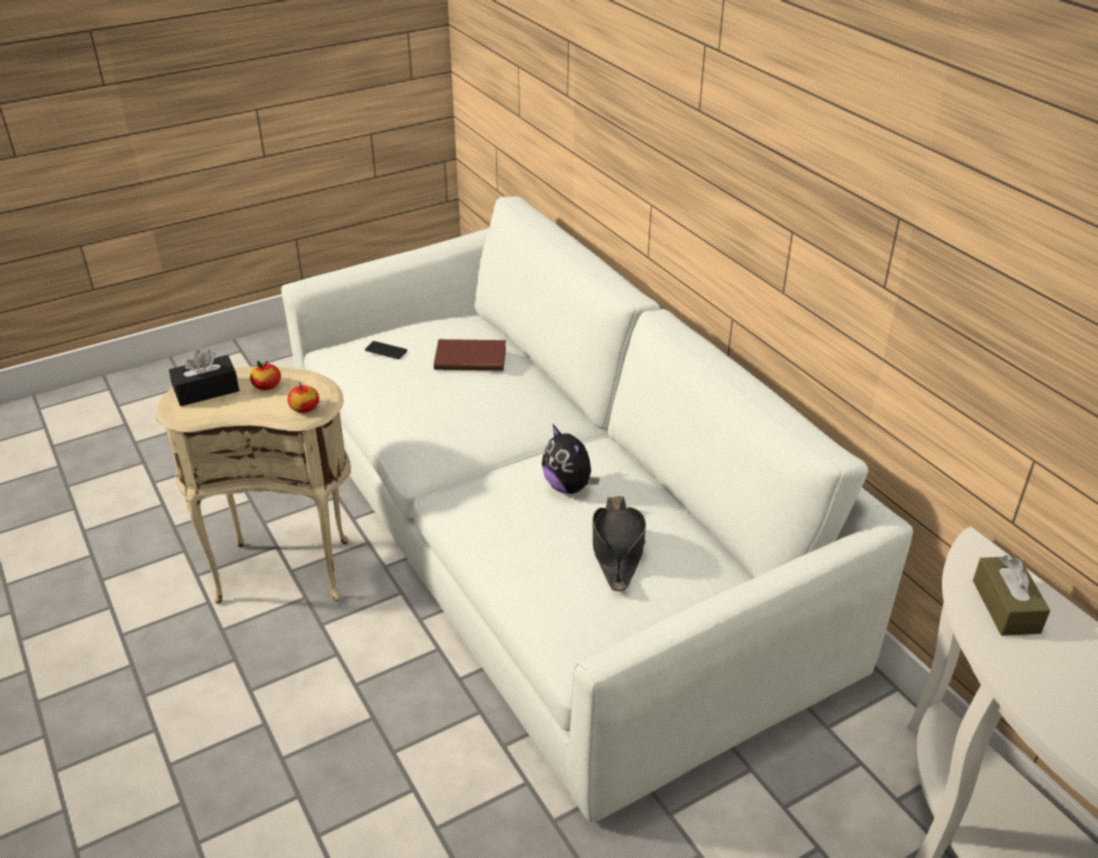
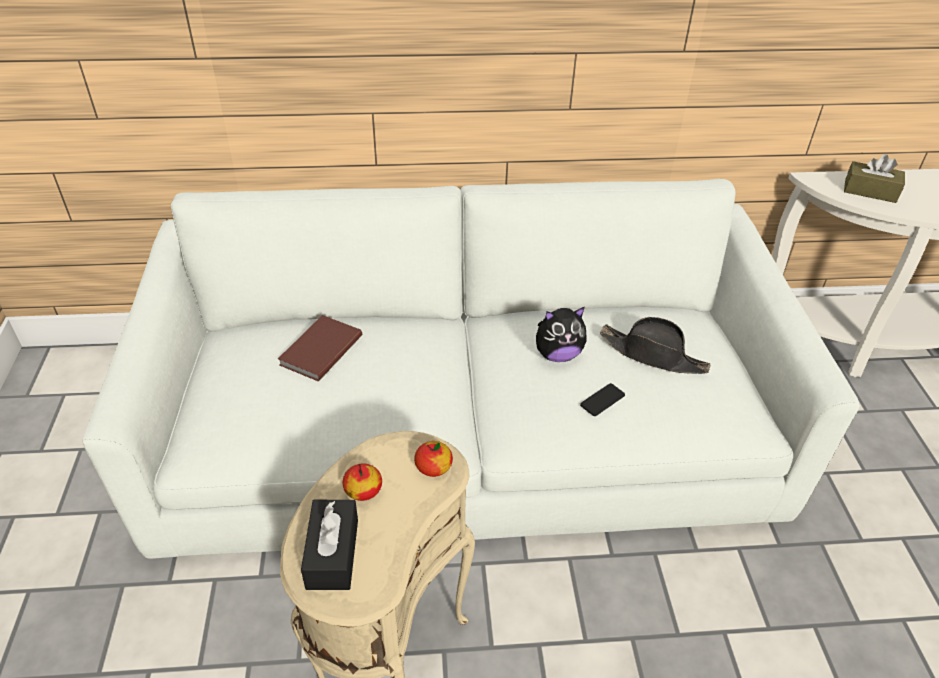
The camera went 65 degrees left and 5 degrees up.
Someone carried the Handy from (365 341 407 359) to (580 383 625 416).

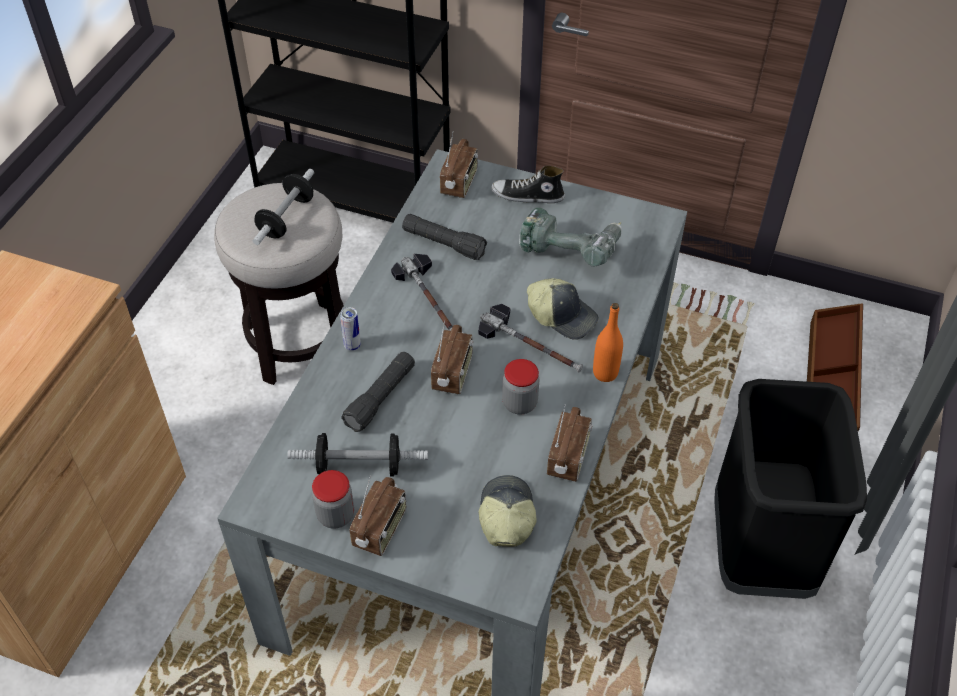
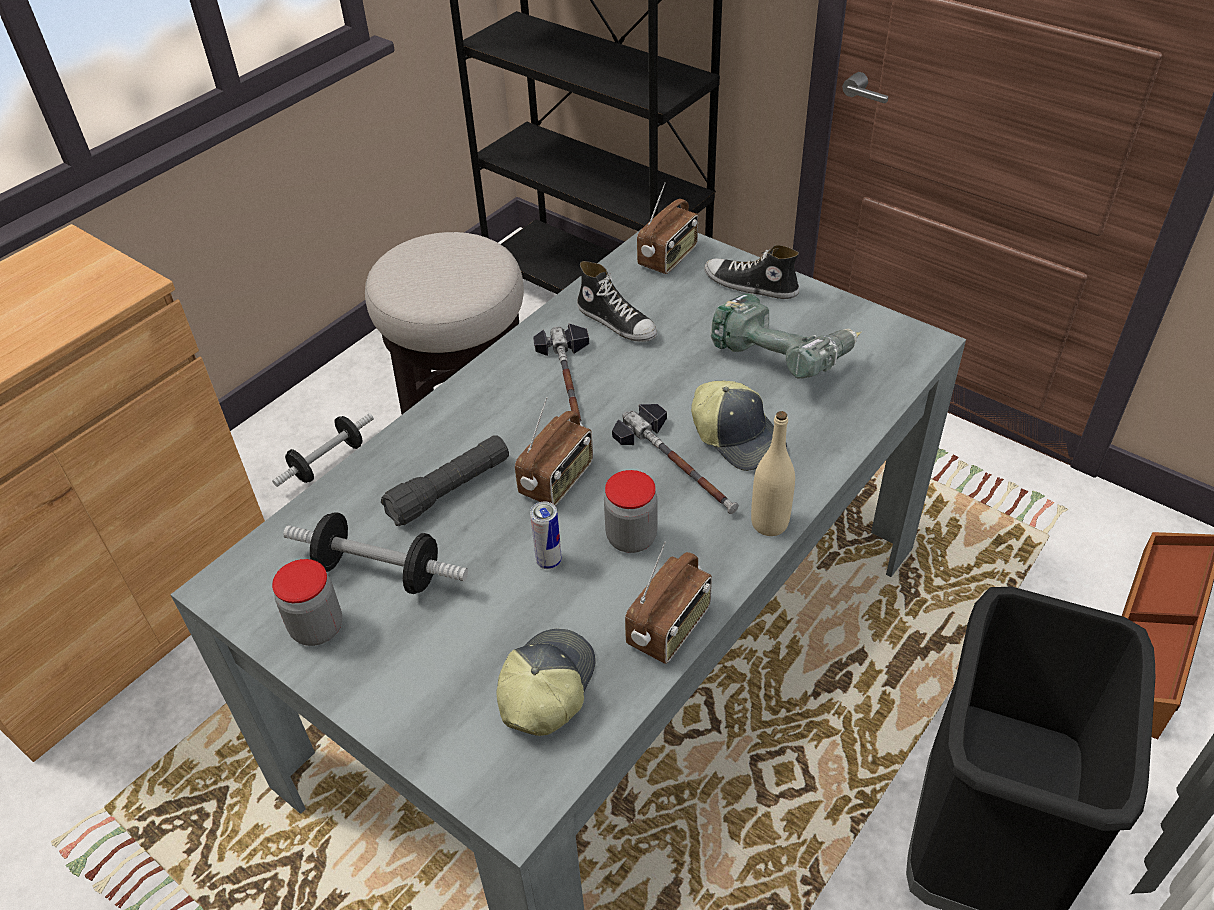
The camera went 20 degrees right and 5 degrees down.
Someone carried the Hantel from (253 169 314 245) to (272 413 374 487).
Someone swapped the Taschenlampe (schwarz) at (402 214 487 260) for the Schuh at (577 261 657 342).
Someone repainted the Flasche (orange) at (593 303 623 382), which became the Flasche (beige) at (751 411 795 536).
Someone carried the Dose from (340 307 361 351) to (530 501 562 569).
Someone took away the Radio at (350 476 406 556).

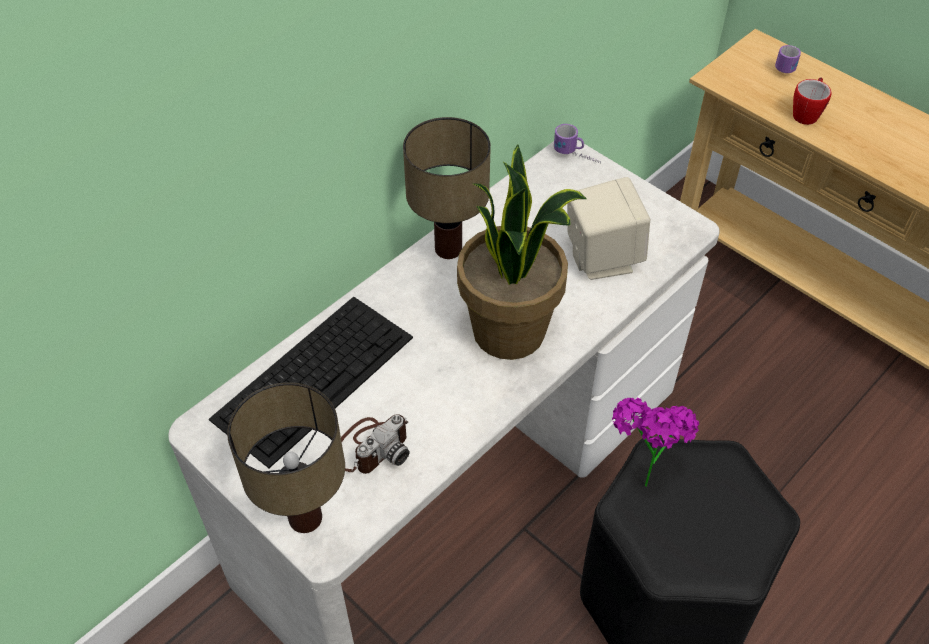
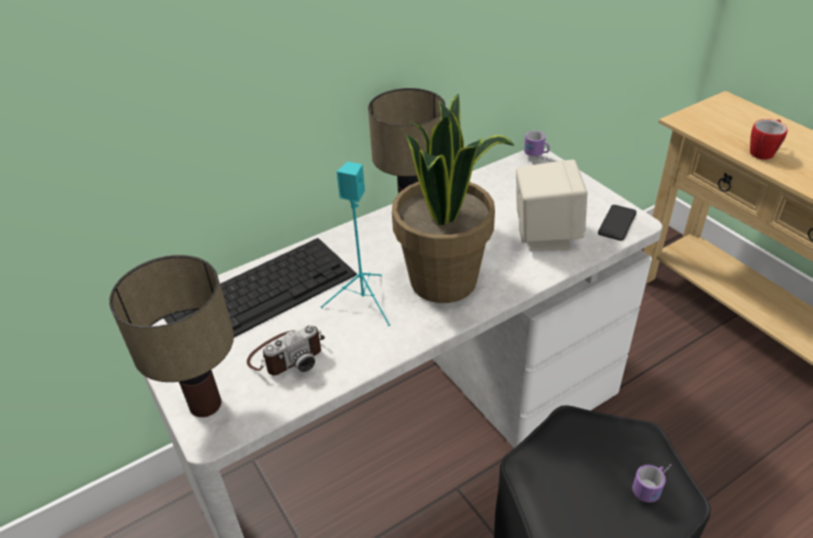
The camera went 15 degrees right and 10 degrees down.
Someone carried the Henkelbecher from (775 45 801 73) to (632 464 671 503).
Someone took away the Topfpflanze at (612 398 699 487).
Someone put down the Lautsprecher (türkis) at (321 162 390 326).
Someone put down the Handy at (598 205 637 241).

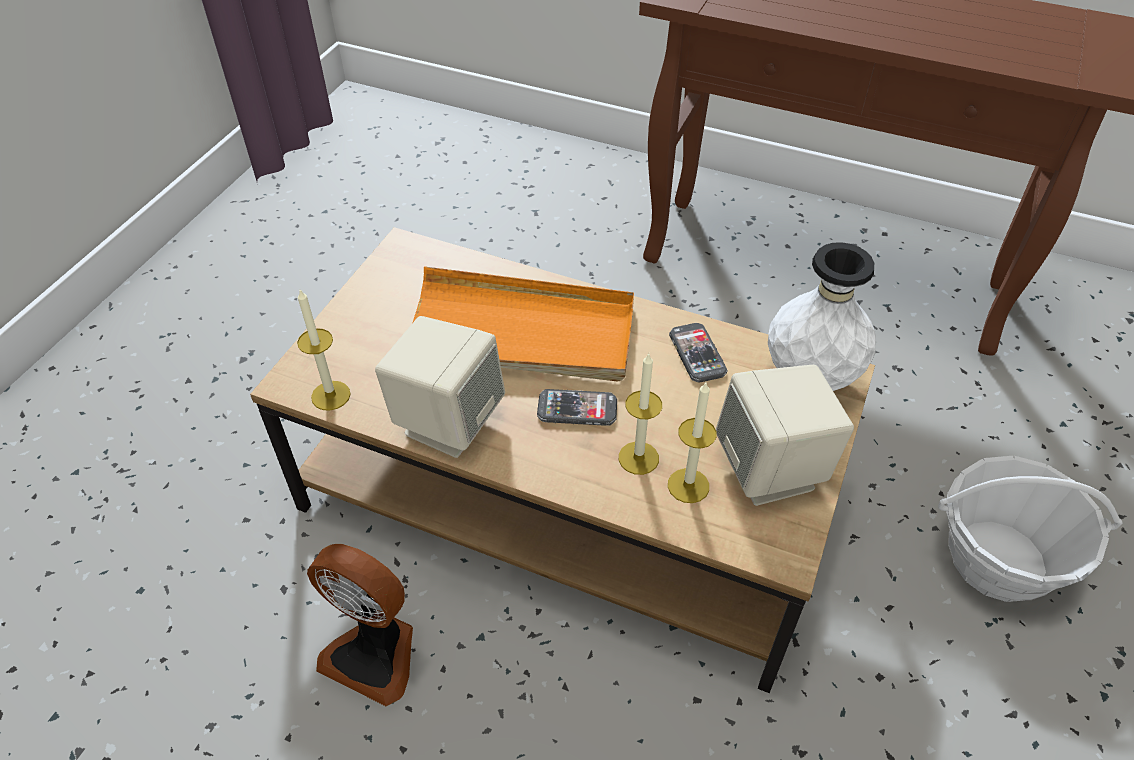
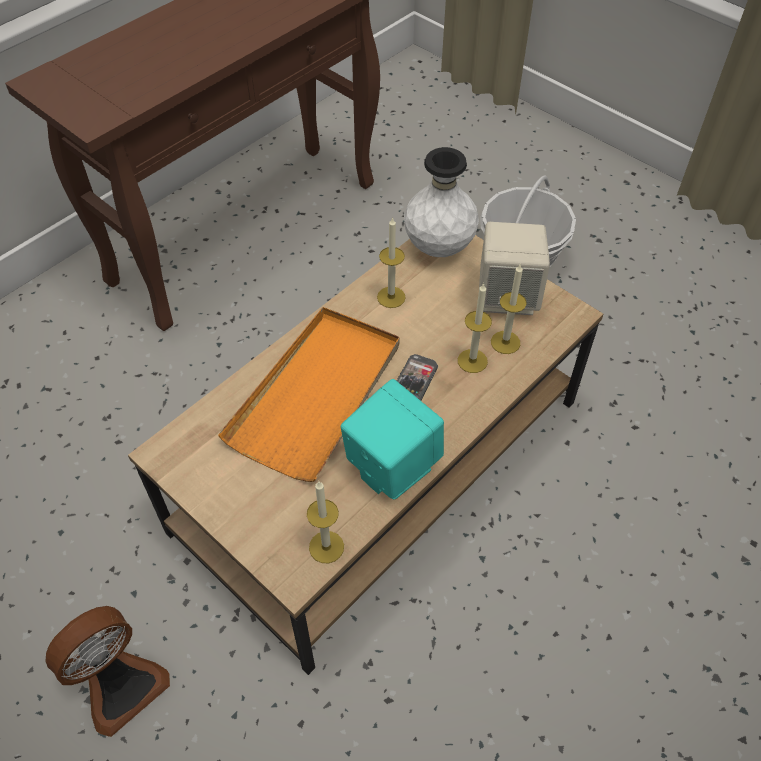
The camera went 70 degrees left and 5 degrees up.
Someone repainted the Lautsprecher (beige) at (375 316 505 458), which became the Lautsprecher (türkis) at (341 379 444 499).
Someone swapped the Handy at (669 323 728 382) for the Kerze at (377 217 406 308).
Someone carried the Ventilator from (307 544 413 706) to (45 606 170 737).

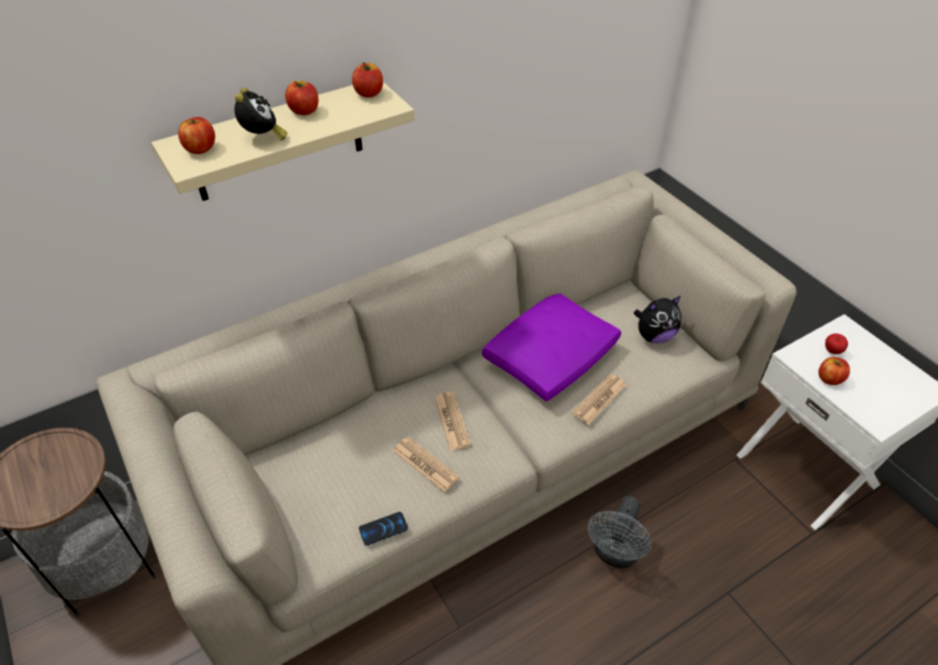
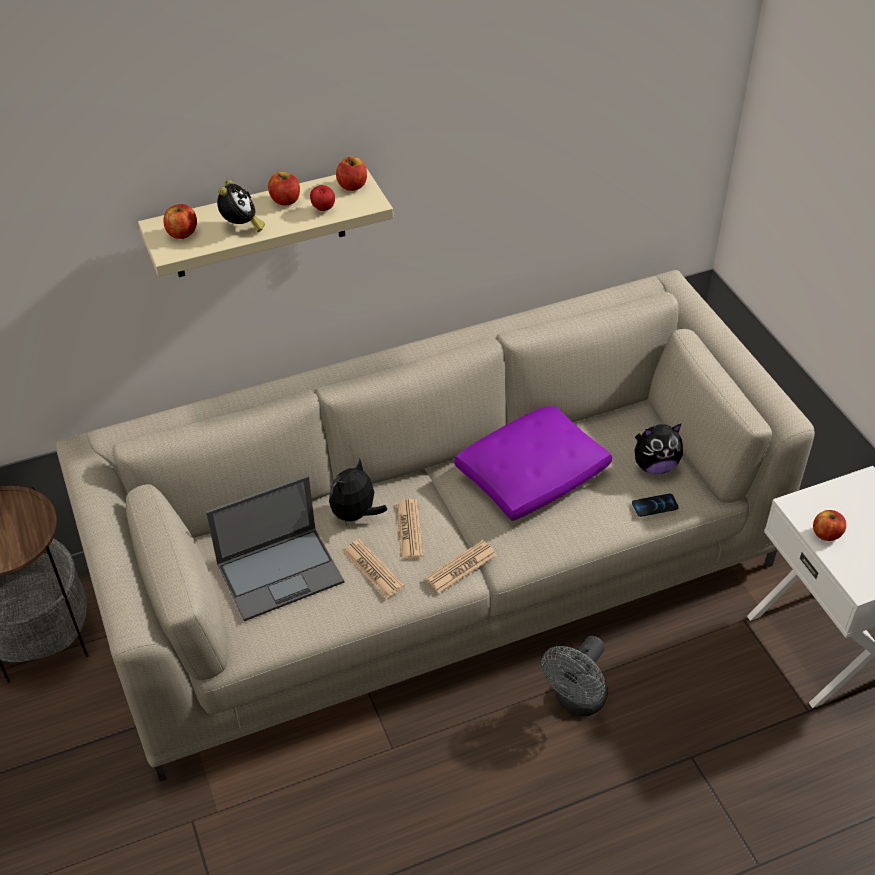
The camera went 10 degrees right and 0 degrees up.
Someone carried the Apfel from (825 333 848 354) to (310 185 335 211).
Someone carried the Zeitung from (572 374 626 425) to (425 540 497 593).
Someone carried the Handy from (359 512 408 545) to (632 494 679 517).
Someone put down the Plüschtier at (329 459 387 525).
Someone put down the Laptop at (206 475 344 621).

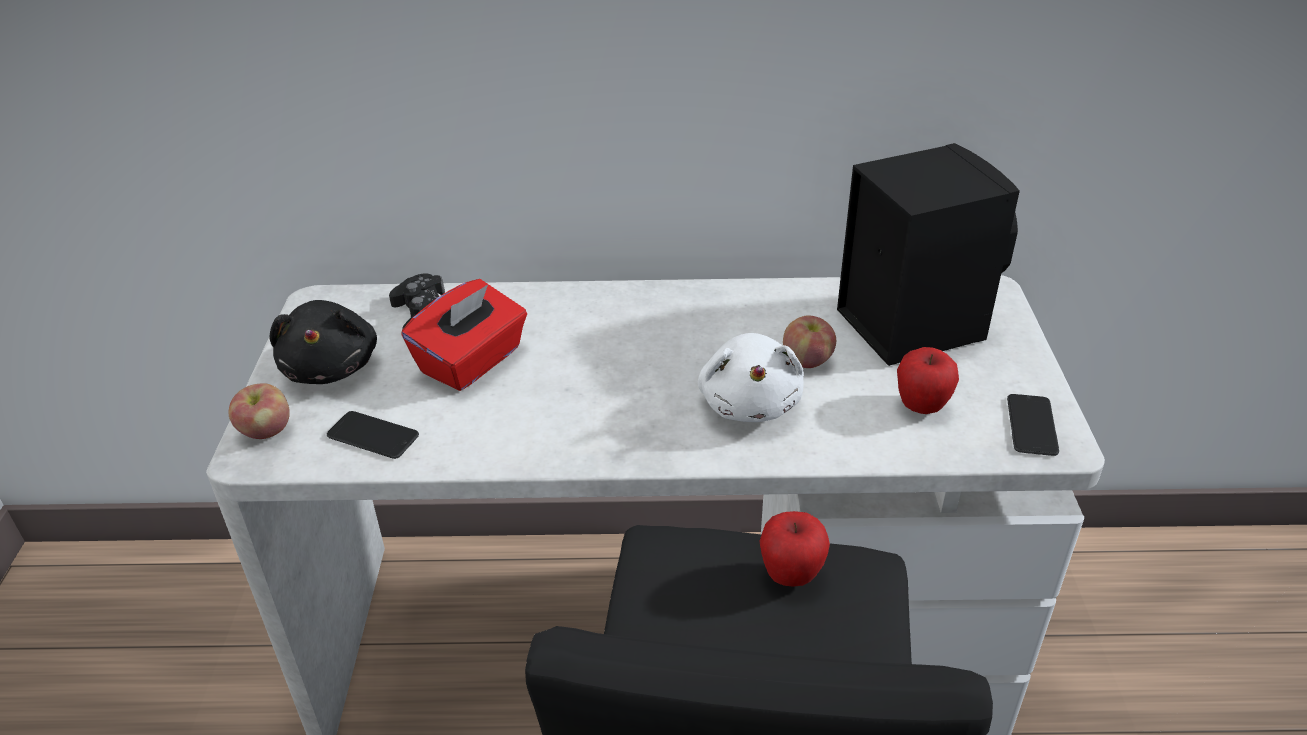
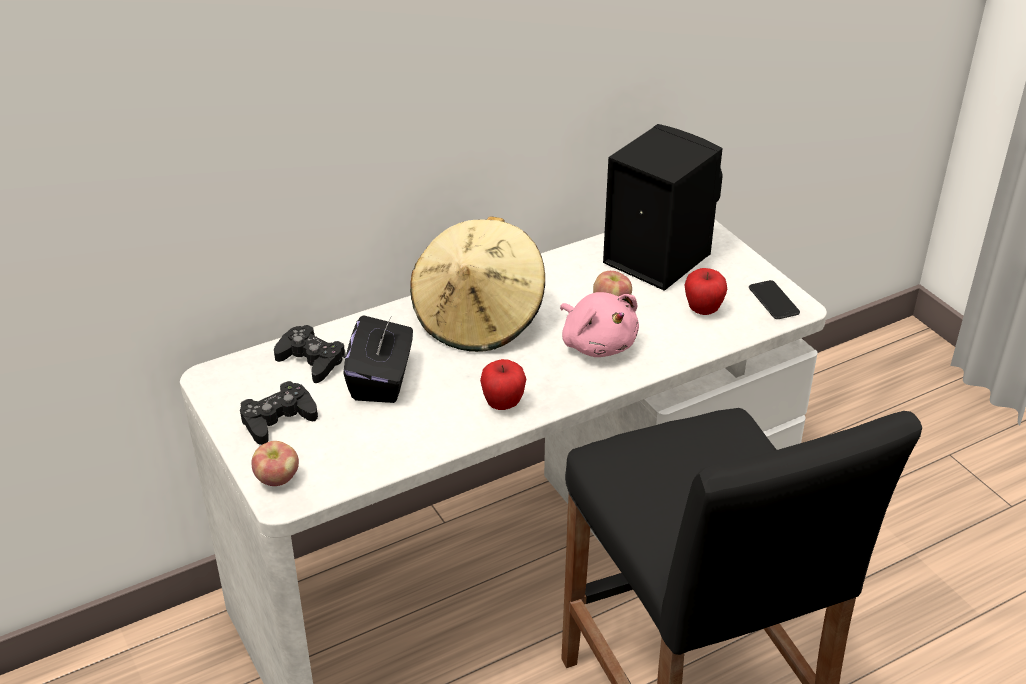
The camera went 30 degrees left and 0 degrees up.
Someone repainted the Taschentuchbox (rot) at (401 279 527 391), which became the Taschentuchbox (schwarz) at (343 315 413 403).
Someone swapped the Plüschtier (schwarz) at (270 300 377 384) for the Gamepad (schwarz) at (240 381 318 445).
Someone repainted the Plüschtier (weiß) at (698 333 804 422), which became the Plüschtier (rosa) at (560 292 639 357).
Someone took away the Handy at (327 411 419 459).
Someone carried the Apfel from (759 511 830 587) to (480 359 526 410).
Someone put down the Hut (beige) at (410 216 545 352).

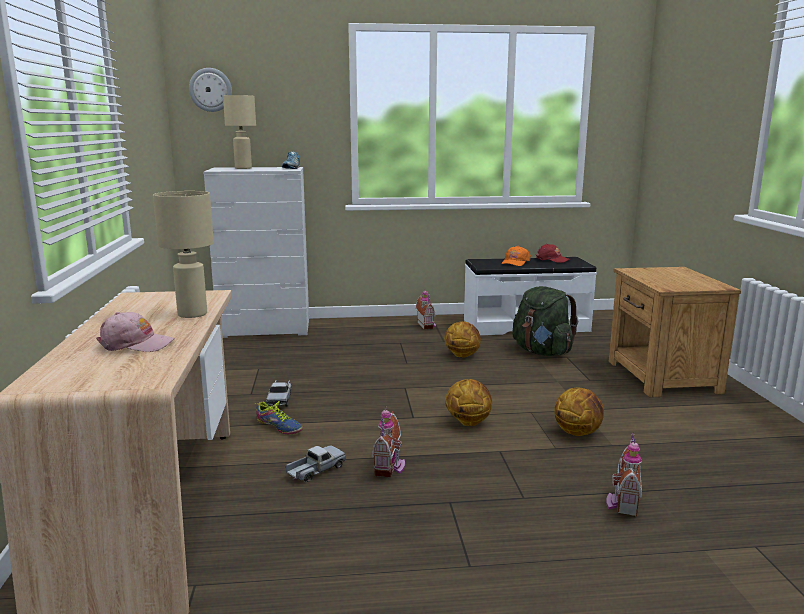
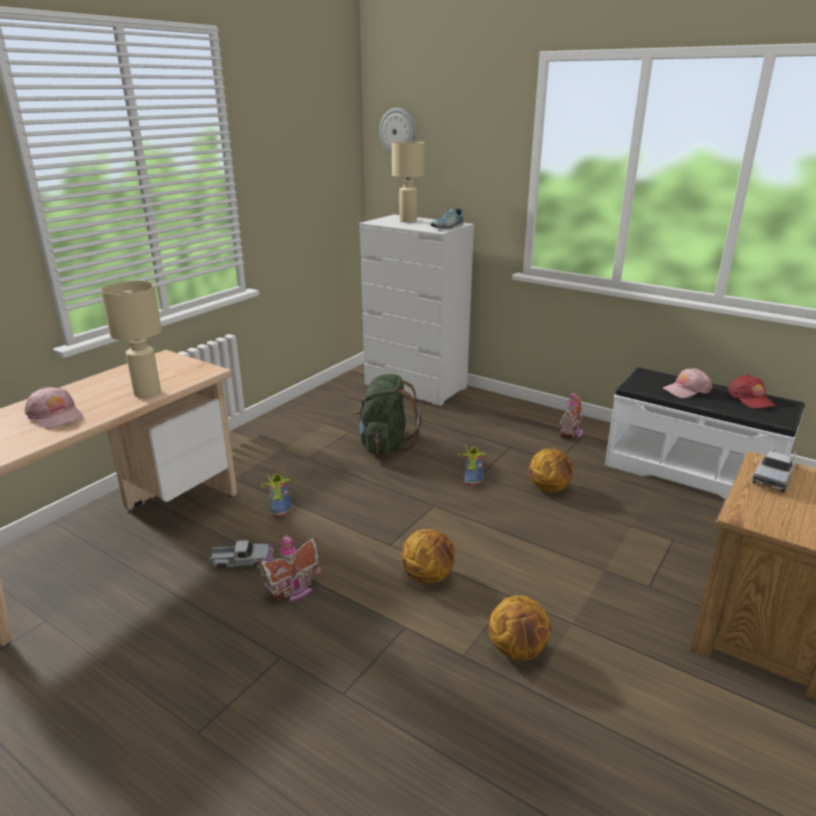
The camera went 40 degrees right and 10 degrees up.
Someone repainted the Kappe (orange) at (501 246 531 266), which became the Kappe (rosa) at (662 368 712 398).
Someone carried the Rucksack (grün) from (512 286 578 356) to (353 374 422 454).
Someone carried the Spielzeuglaster from (266 380 291 407) to (752 446 797 492).
Someone took away the Spielzeughaus at (606 432 642 517).
Someone put down the Schuh at (458 445 485 485).

